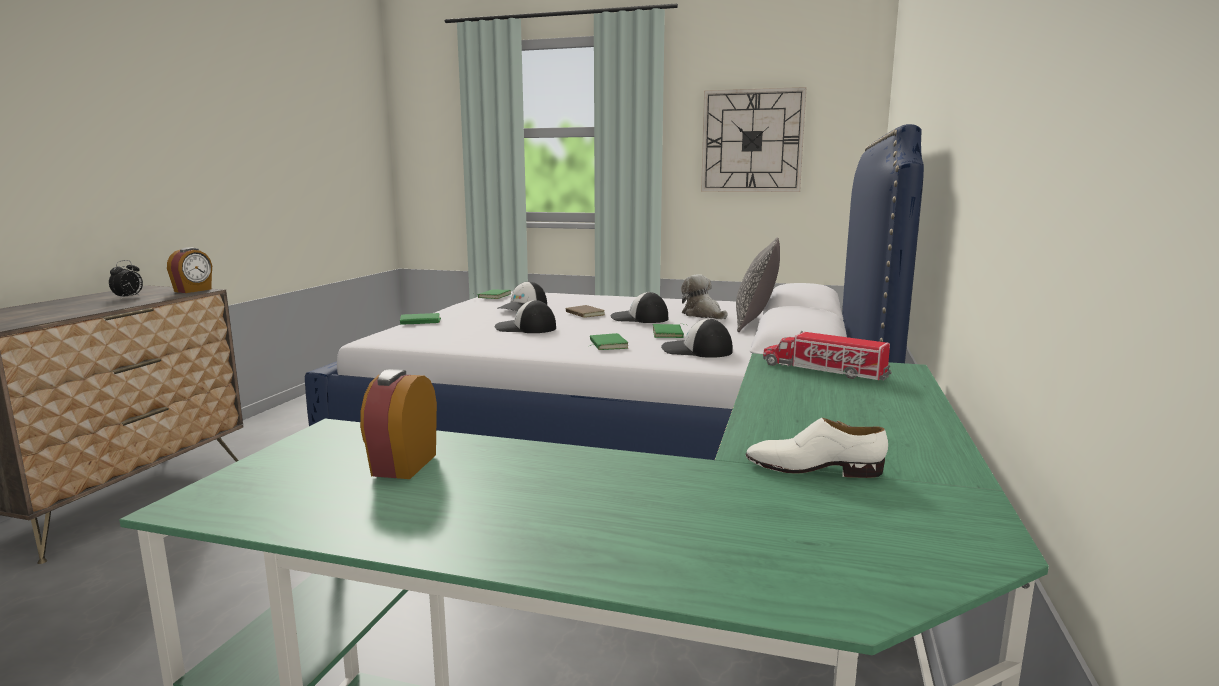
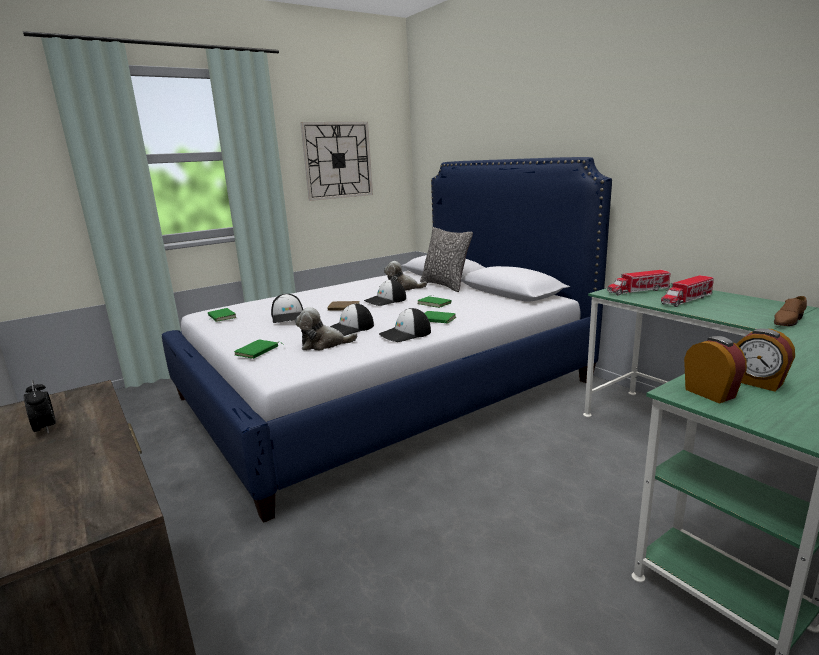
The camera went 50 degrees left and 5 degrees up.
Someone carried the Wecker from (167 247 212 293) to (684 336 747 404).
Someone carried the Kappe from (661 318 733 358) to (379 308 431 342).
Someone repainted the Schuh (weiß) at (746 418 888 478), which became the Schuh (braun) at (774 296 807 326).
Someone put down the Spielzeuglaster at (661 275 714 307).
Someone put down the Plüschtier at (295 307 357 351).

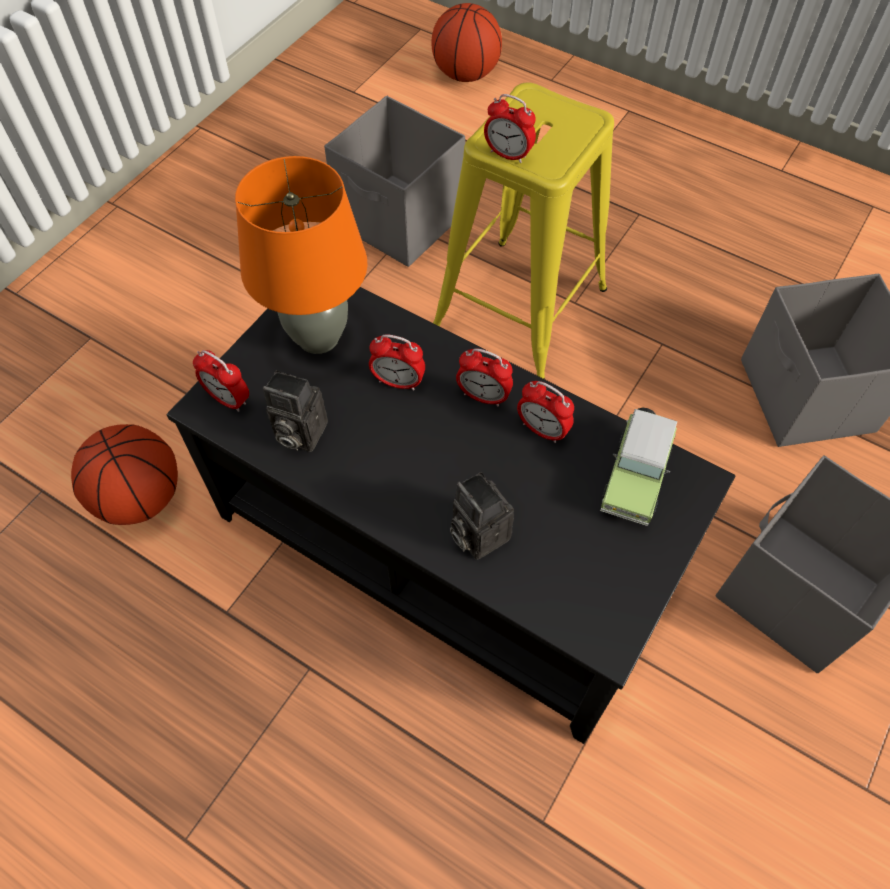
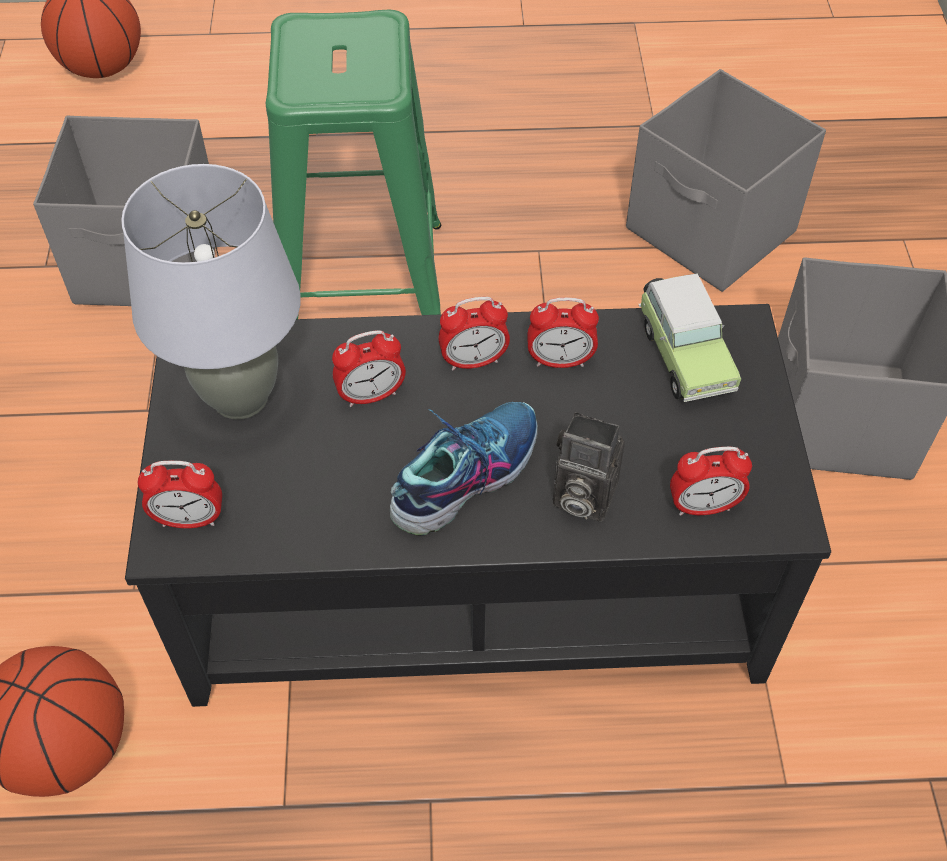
The camera went 35 degrees left and 5 degrees down.
Someone repainted the Hocker (gelb) at (433 83 614 379), which became the Hocker (grün) at (266 10 441 319).
Someone carried the Wecker from (484 94 536 163) to (670 447 752 516).
Someone repainted the Tischlampe (orange) at (235 156 368 354), which became the Tischlampe (grau) at (121 164 301 419).
Someone took away the Kamera at (263 370 328 452).
Someone put down the Schuh at (390 402 537 536).

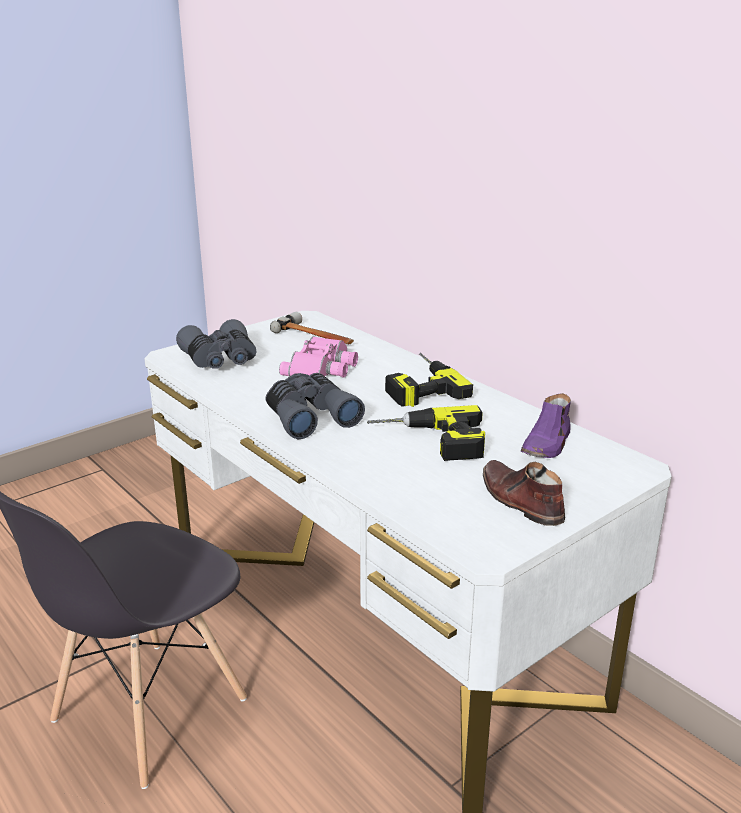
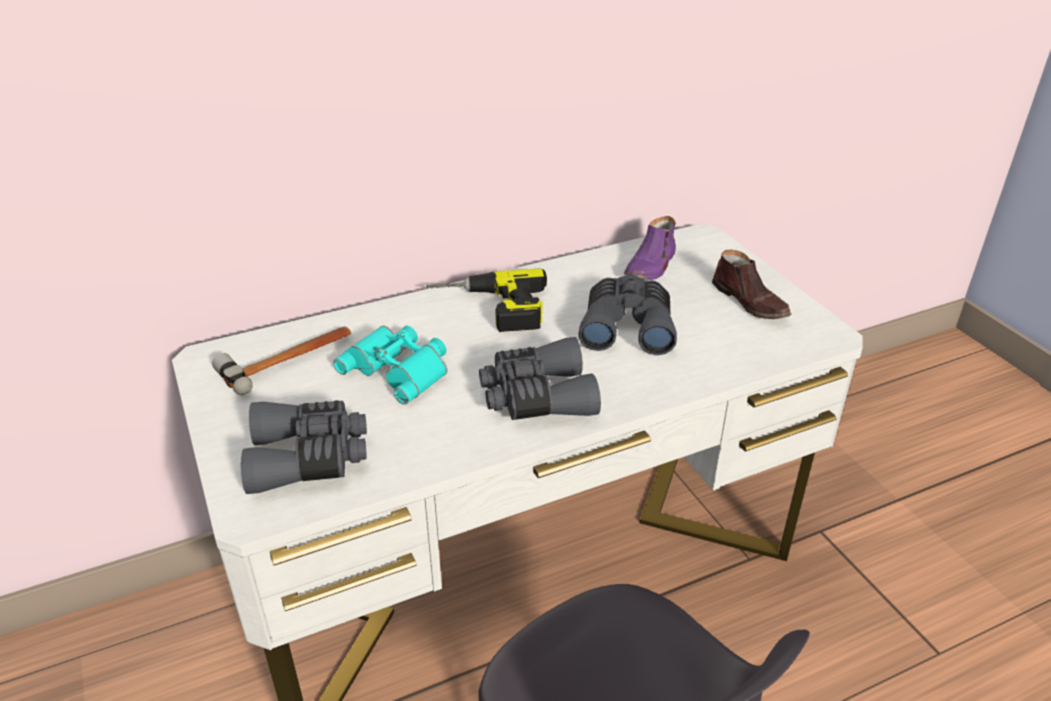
The camera went 75 degrees left and 10 degrees up.
Someone repainted the Fernglas (rosa) at (279 336 358 378), which became the Fernglas (türkis) at (333 326 447 404).
Someone rotated the Schuh (lila) at (521 393 571 458) by 75 degrees clockwise.
Someone swapped the Bohrmaschine at (367 405 485 461) for the Fernglas (grau) at (579 275 677 355).
Someone rotated the Schuh (braun) at (483 460 565 526) by 105 degrees counterclockwise.

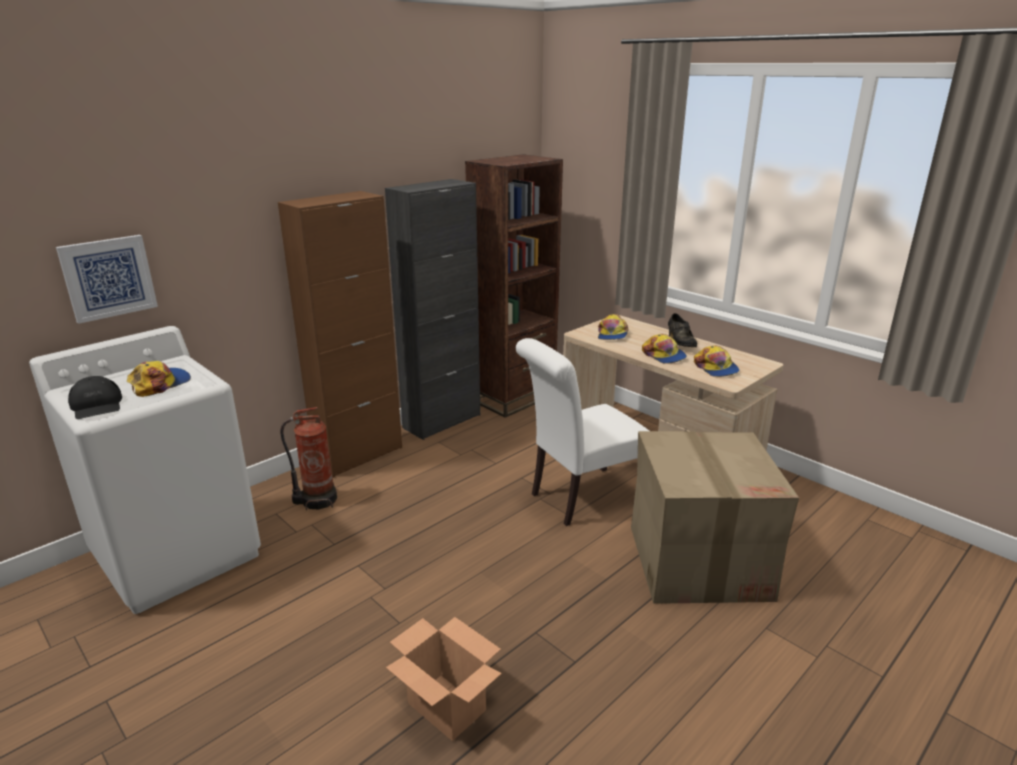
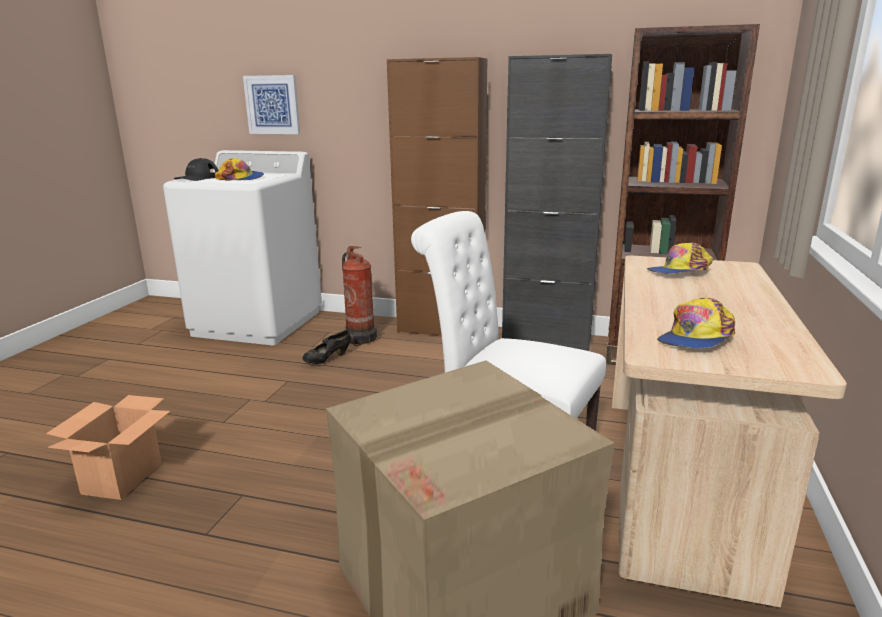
The camera went 60 degrees right and 5 degrees down.
Someone carried the Schuh (schwarz) from (668 313 697 347) to (303 330 351 364).
Someone took away the Kappe at (642 334 687 364).

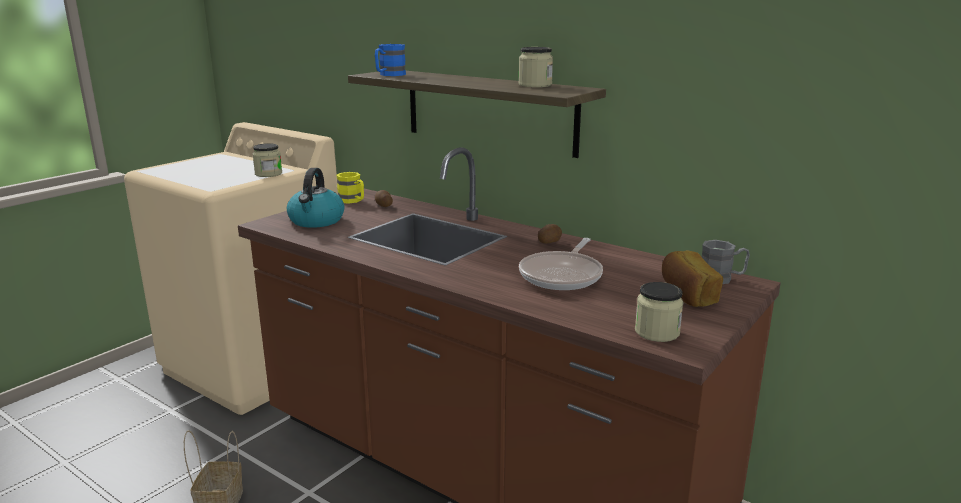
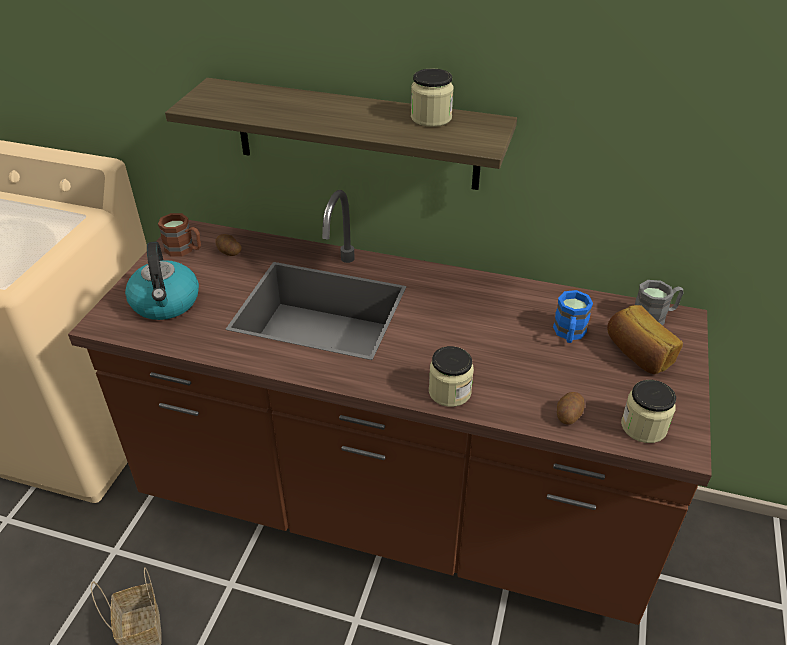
The camera went 20 degrees left and 20 degrees up.
Someone carried the Henkelbecher (blau) from (375 44 406 76) to (553 290 593 343).
Someone carried the Vorratsglas from (252 143 282 177) to (429 346 474 407).
Someone repainted the Henkelbecher (gelb) at (336 172 364 204), which became the Henkelbecher (braun) at (158 213 201 256).
Someone carried the Kartoffel from (538 224 562 244) to (557 392 585 425).
Someone took away the Pfanne at (519 238 603 290).

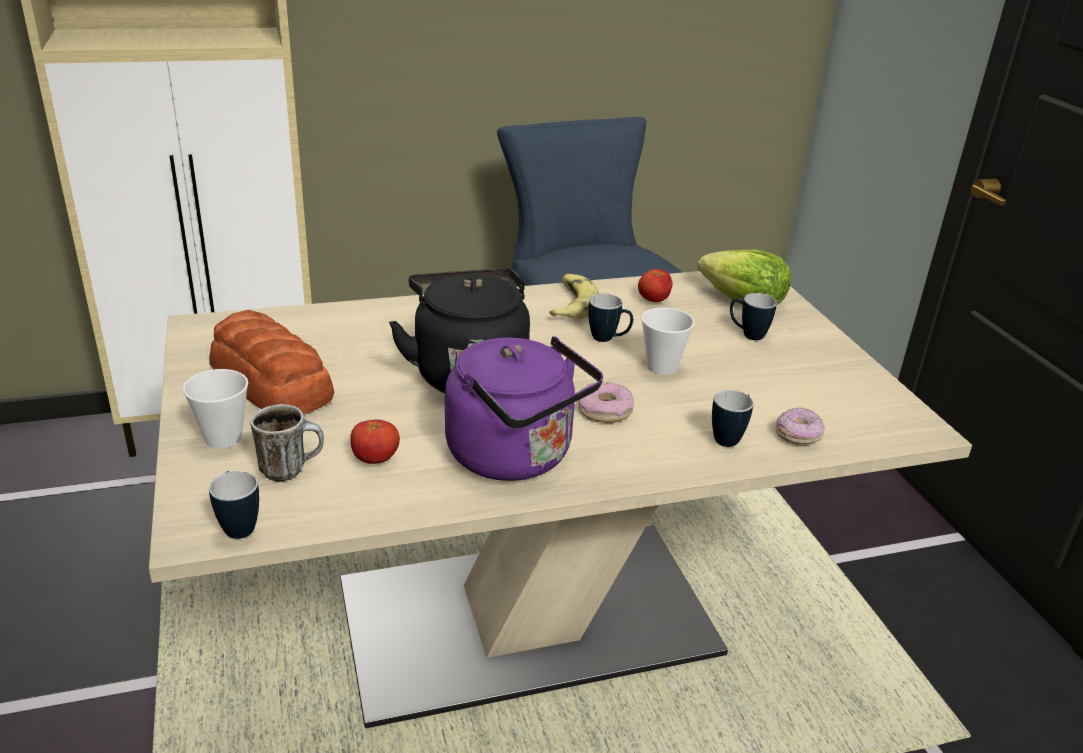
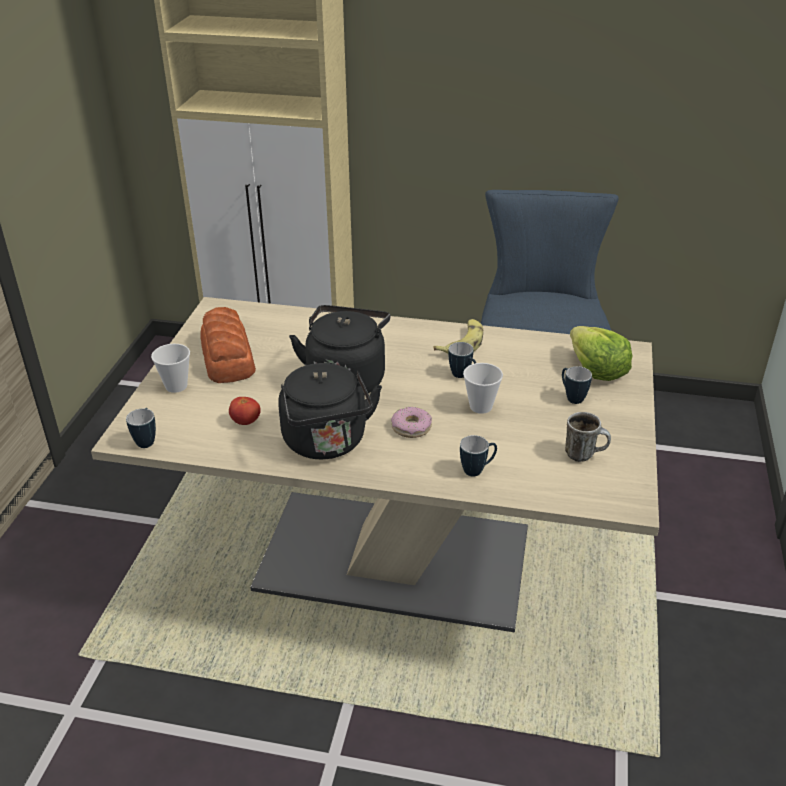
The camera went 30 degrees right and 5 degrees up.
Someone took away the Tomate at (638 269 673 302).
Someone repainted the Wasserkessel (lila) at (445 336 603 481), which became the Wasserkessel (schwarz) at (278 363 382 459).
Someone carried the Henkelbecher from (251 404 324 482) to (565 412 611 462).
Someone took away the Donut at (775 407 825 445).

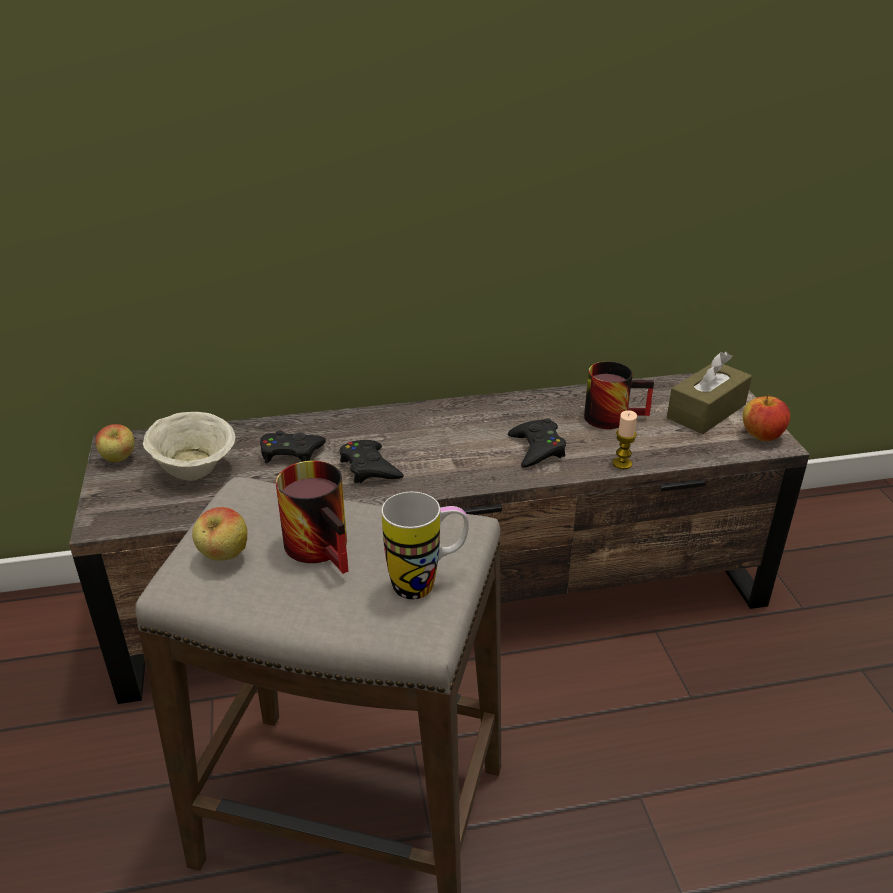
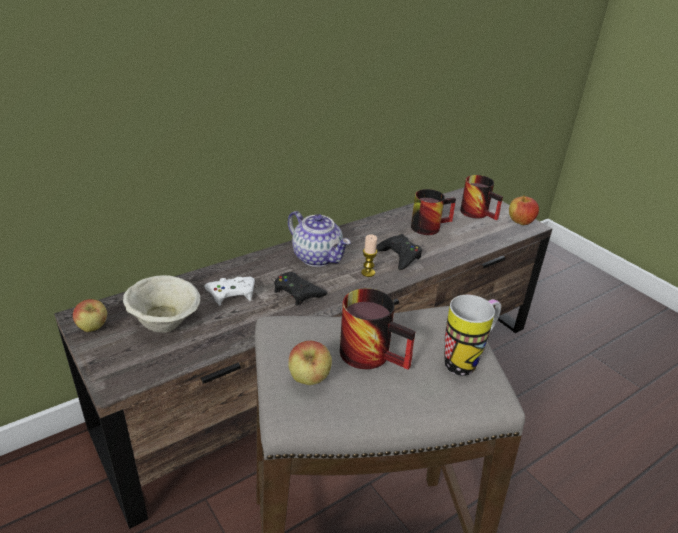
The camera went 25 degrees left and 0 degrees up.
Someone swapped the Taschentuchbox (braun) at (667 352 752 434) for the Henkelbecher at (460 175 503 220).
Someone carried the Kerze from (613 410 637 469) to (361 234 377 277).
Someone repainted the Gamepad (schwarz) at (260 430 326 463), which became the Gamepad (weiß) at (204 277 255 306).
Someone put down the Teekanne at (288 211 351 267).

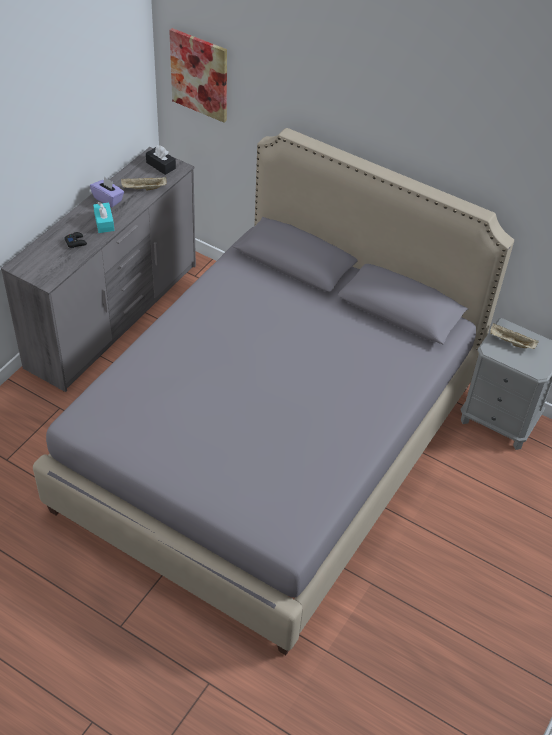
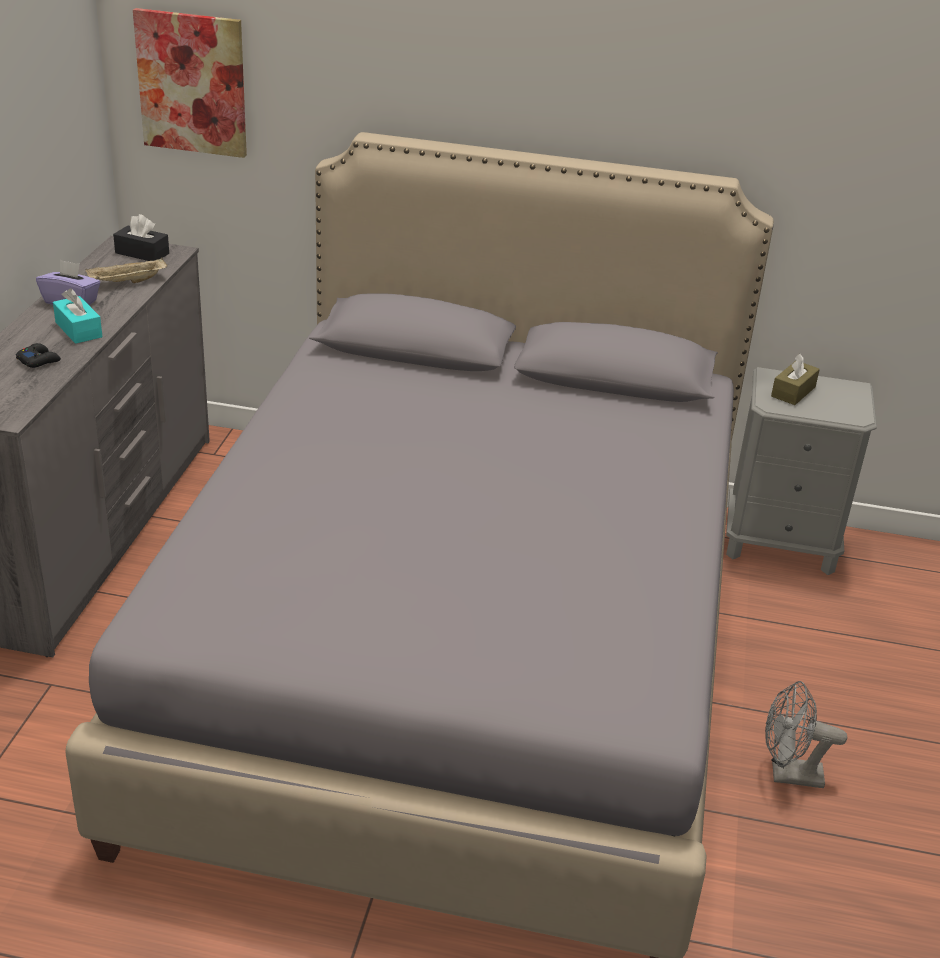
The camera went 20 degrees left and 15 degrees down.
Someone swapped the Tablett (beige) at (490 323 539 349) for the Taschentuchbox (braun) at (771 353 820 405).
Someone put down the Ventilator (grau) at (765 681 847 788).

